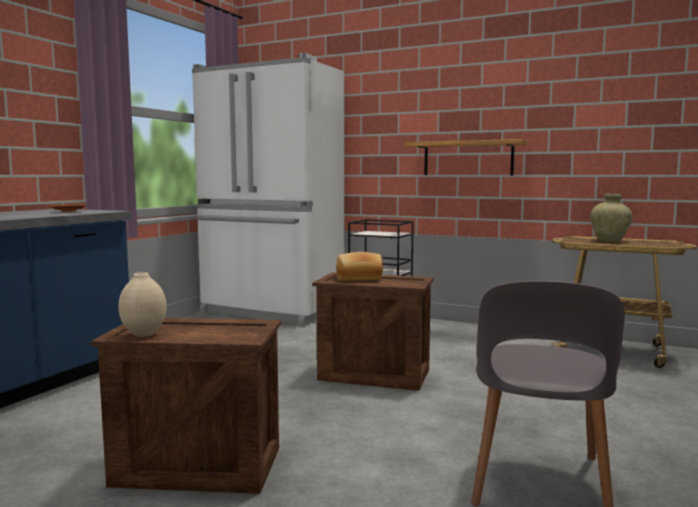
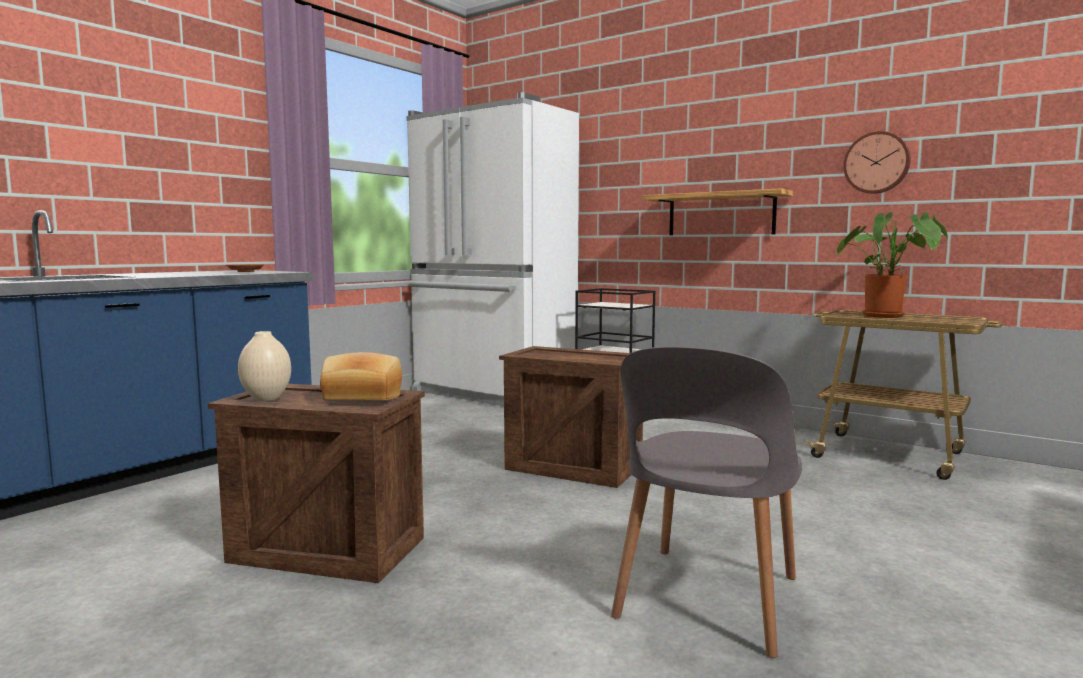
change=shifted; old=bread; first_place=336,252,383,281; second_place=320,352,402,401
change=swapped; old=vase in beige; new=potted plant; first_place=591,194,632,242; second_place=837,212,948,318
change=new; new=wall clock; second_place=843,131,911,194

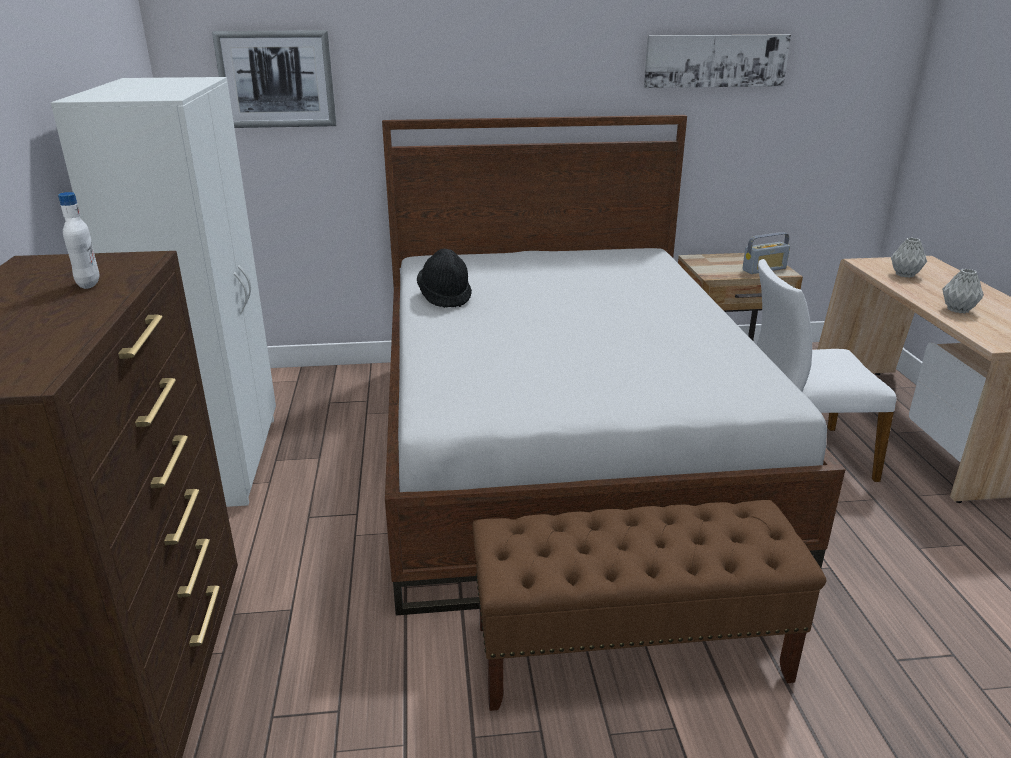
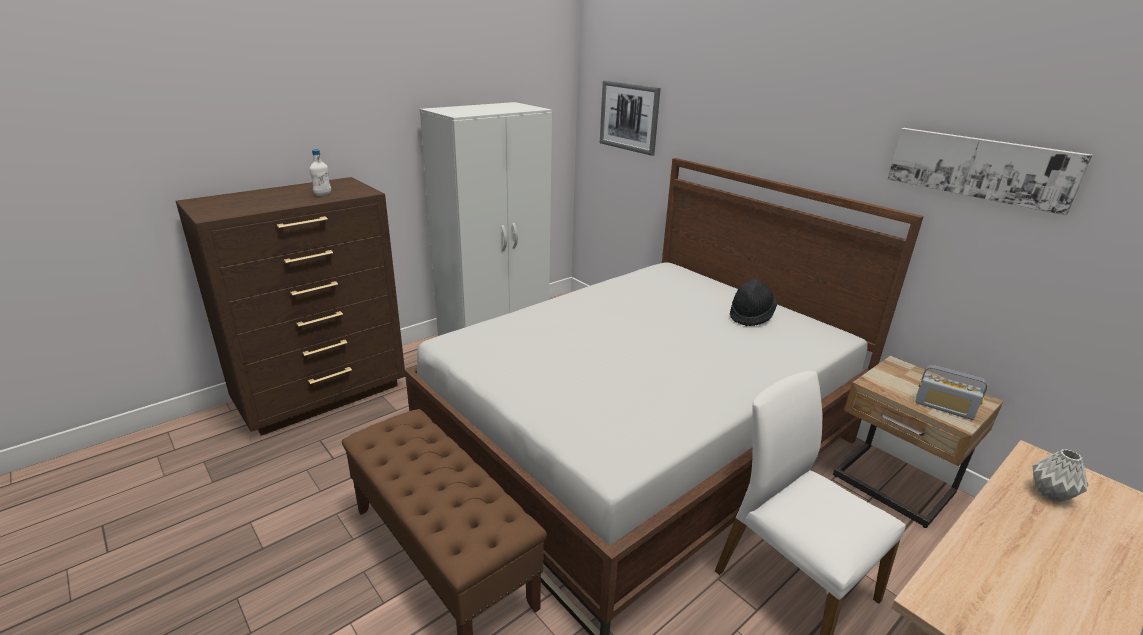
change=shifted; old=hat in black; first_place=417,249,472,308; second_place=730,278,777,326
change=gone; old=vase in grey; first_place=942,269,984,313

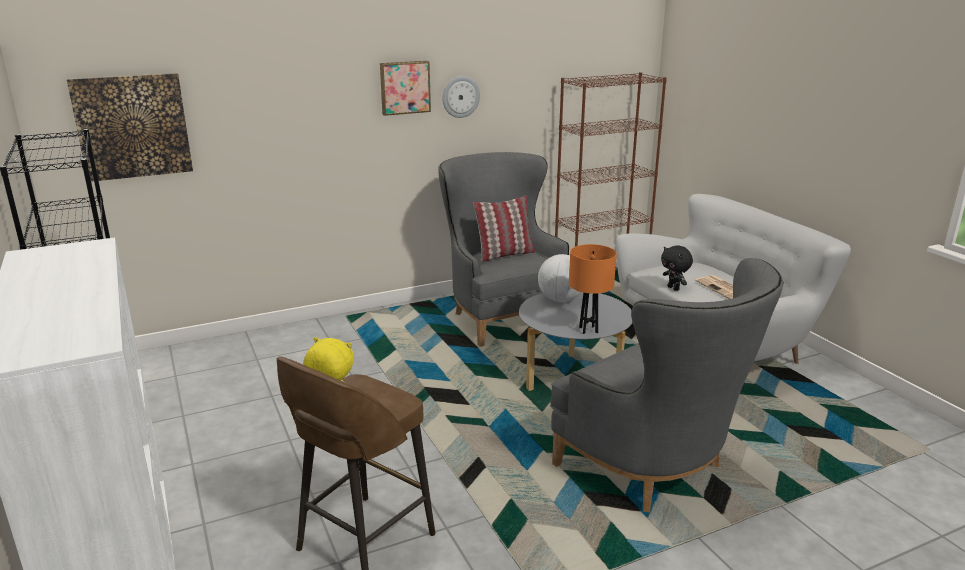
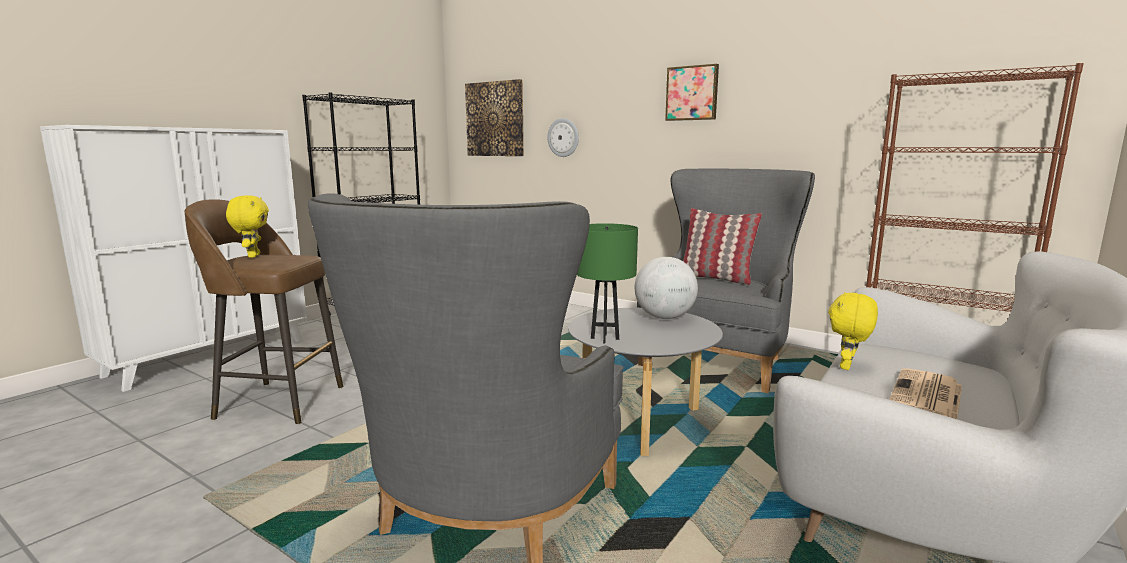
change=shifted; old=wall clock; first_place=442,76,480,118; second_place=547,118,579,157
change=repainted; old=table lamp in orange; new=table lamp in green; first_place=569,244,617,334; second_place=577,223,638,344
change=repainted; old=plush toy in black; new=plush toy in yellow; first_place=661,245,693,291; second_place=828,292,878,370

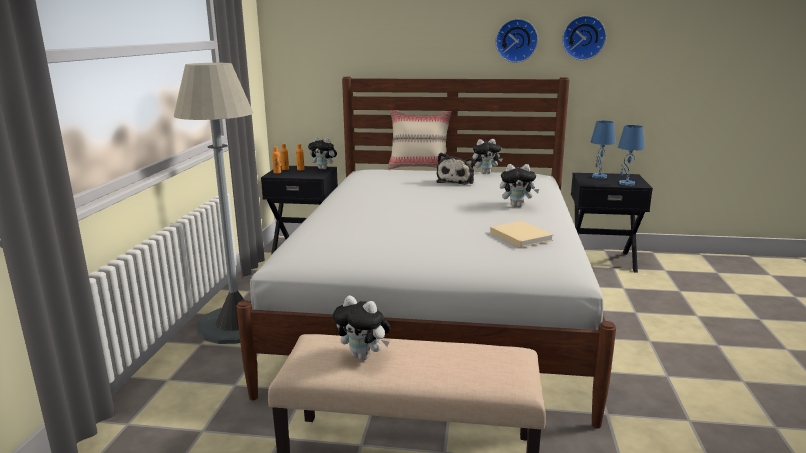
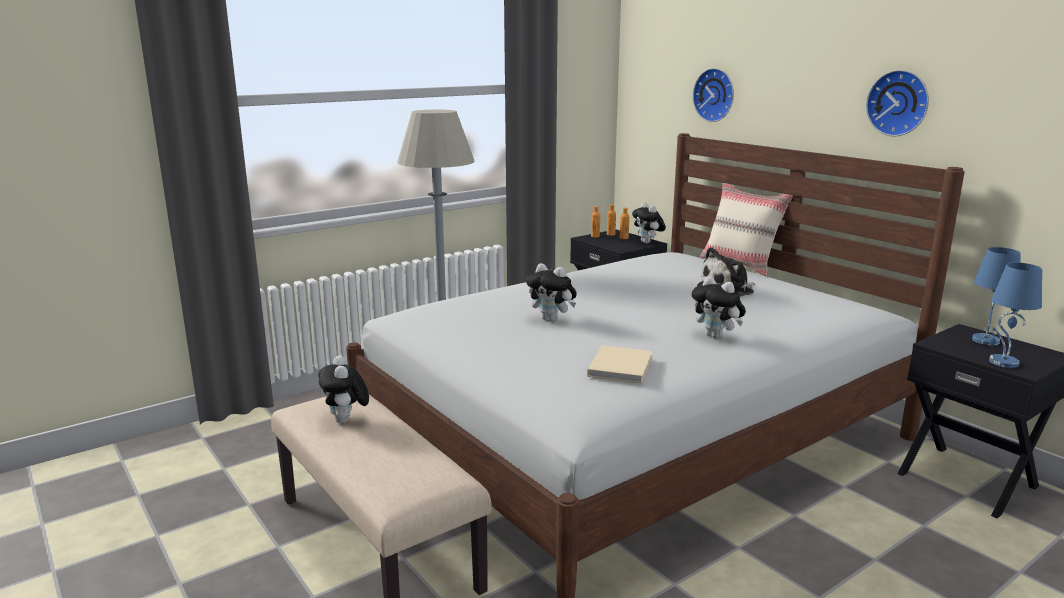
change=shifted; old=plush toy; first_place=472,139,503,174; second_place=526,263,577,322
change=shifted; old=wall clock; first_place=562,16,606,60; second_place=693,68,734,122

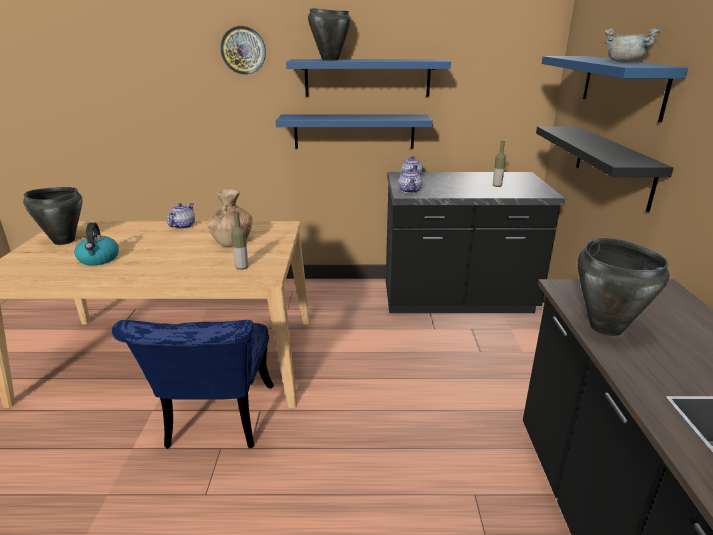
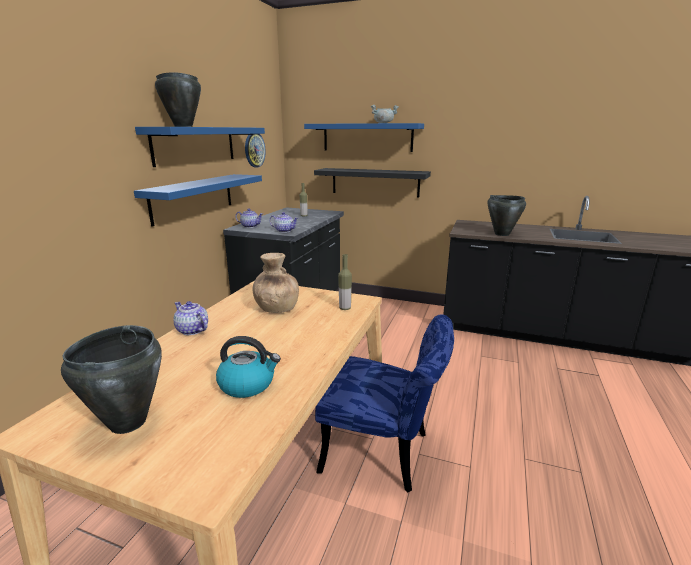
change=shifted; old=wall clock; first_place=220,26,266,75; second_place=245,134,266,168

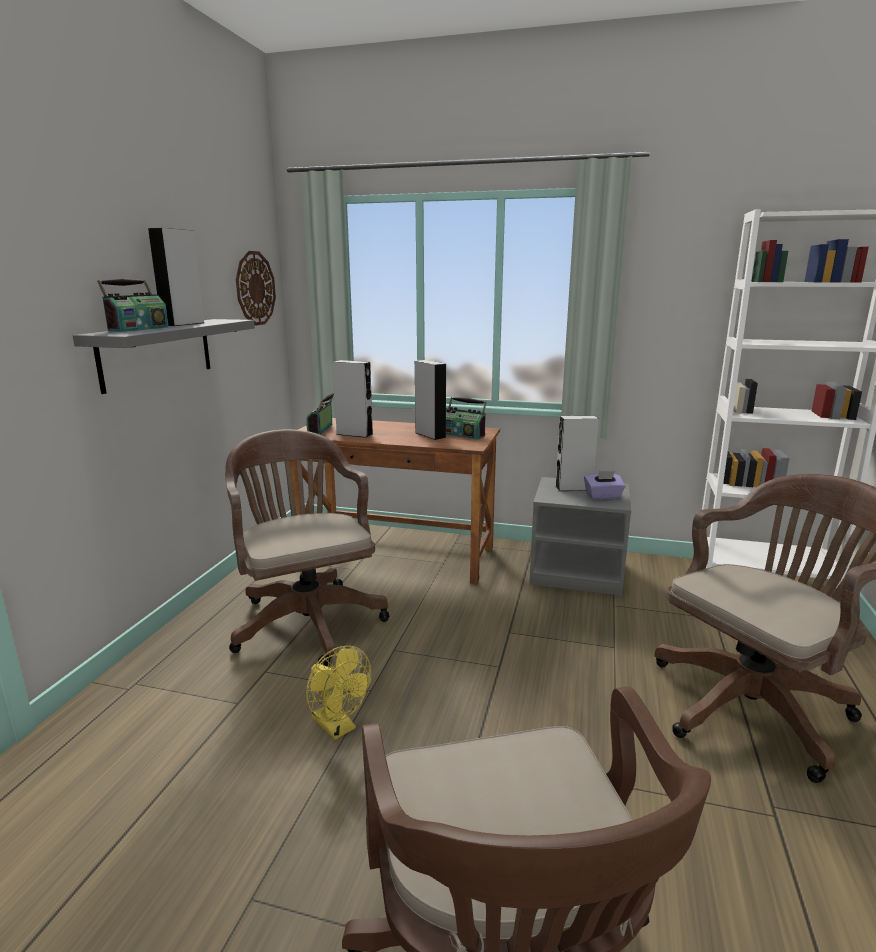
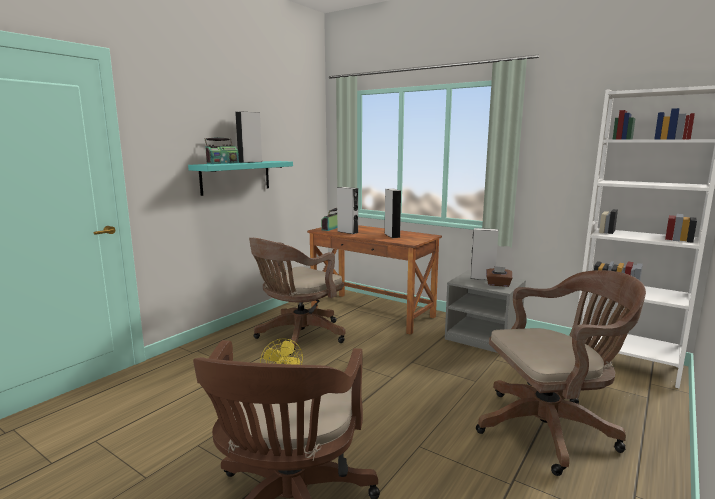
change=repainted; old=shelf in grey; new=shelf in turquoise; first_place=73,319,255,394; second_place=188,161,293,196
change=rotated; old=office chair in brown; first_place=225,429,389,666; second_place=249,238,346,355; degrees=-135
change=repainted; old=tissue box in purple; new=tissue box in brown; first_place=584,471,626,500; second_place=486,266,513,287
change=gone; old=wall clock; first_place=236,251,276,326
change=gone; old=radio; first_place=446,397,487,440

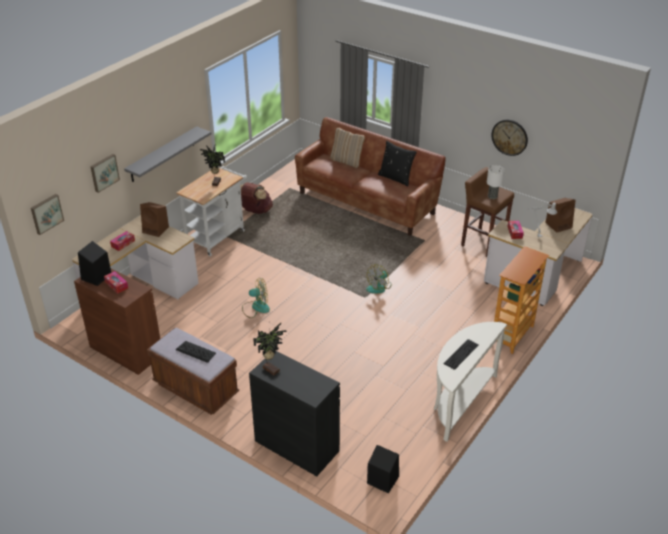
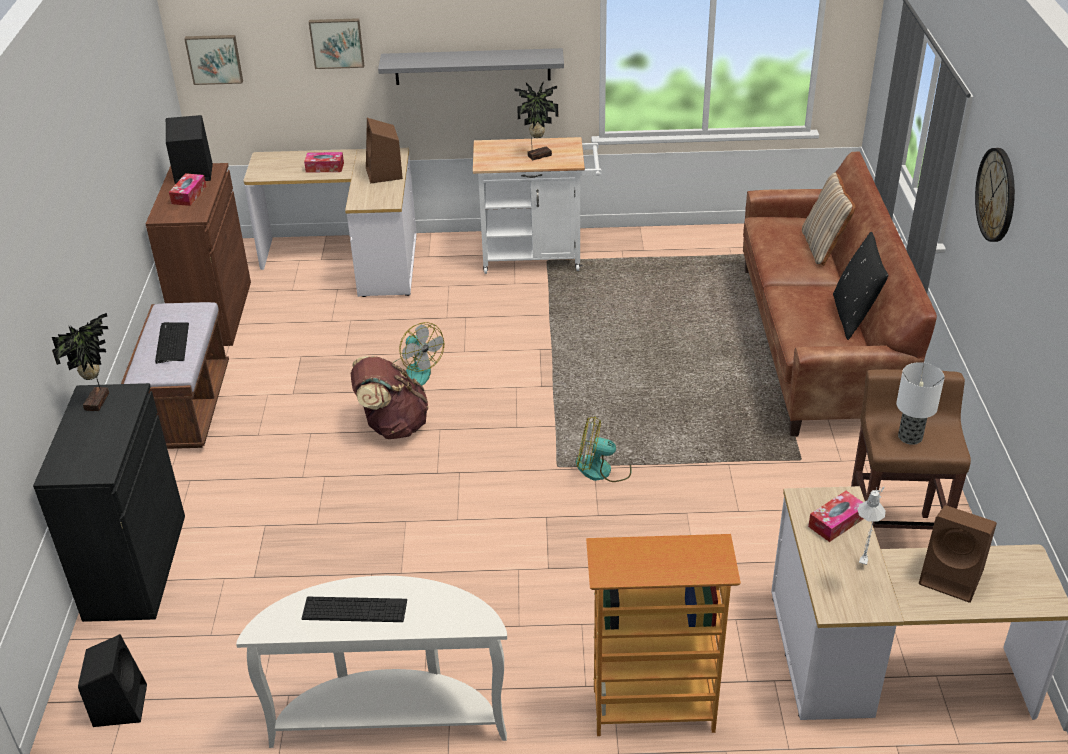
change=shifted; old=backpack in brown; first_place=240,182,273,214; second_place=351,356,429,439
change=shifted; old=wall clock; first_place=492,120,528,156; second_place=975,148,1015,242

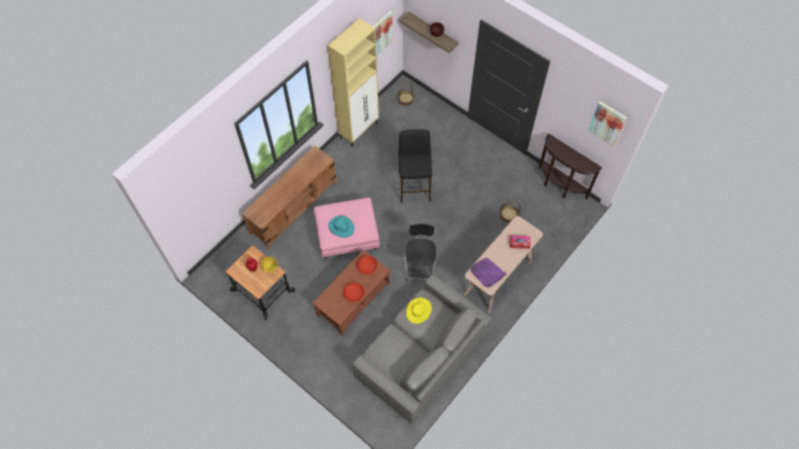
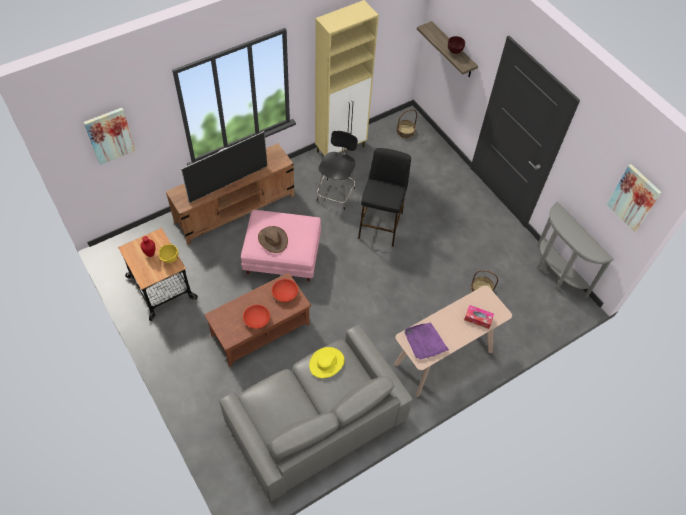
change=shifted; old=picture; first_place=373,11,393,55; second_place=84,108,136,165
change=new; new=television; second_place=181,131,267,203
change=repainted; old=hat in turquoise; new=hat in brown; first_place=328,216,354,238; second_place=258,226,288,253
change=shifted; old=stool in black; first_place=405,224,436,282; second_place=317,131,358,210
change=repainted; old=console table in brown; new=console table in grey; first_place=539,134,602,199; second_place=537,202,614,299

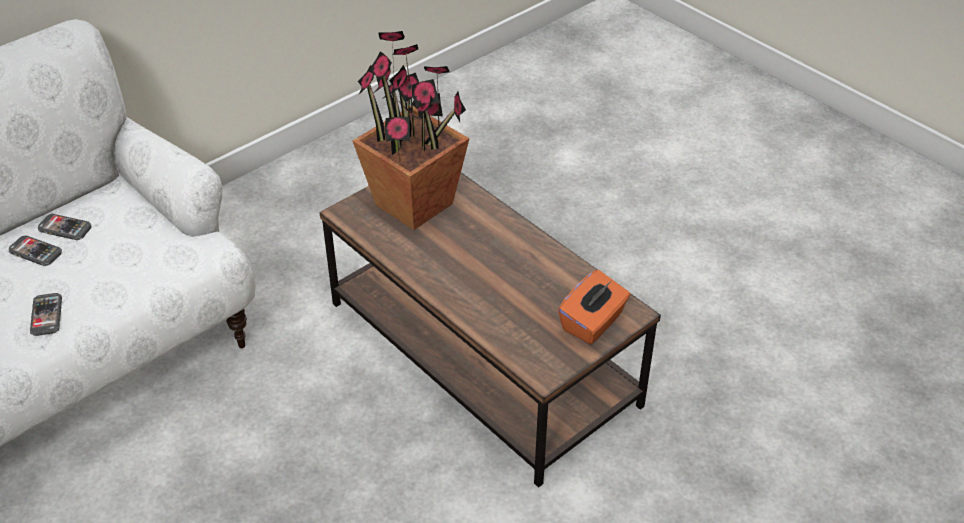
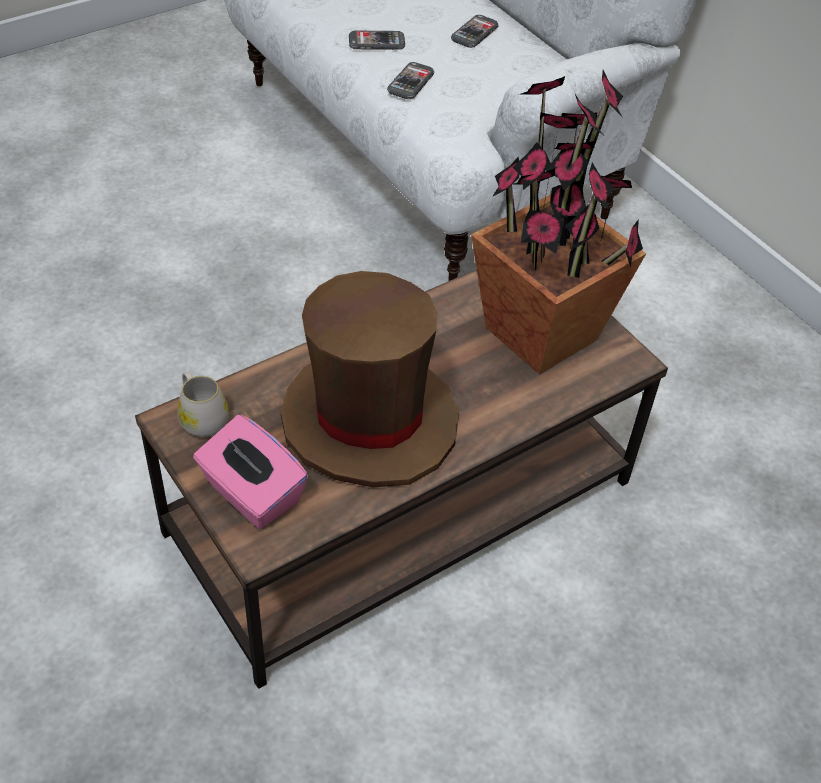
change=new; new=mug in white; second_place=178,372,229,437
change=repainted; old=tissue box in orange; new=tissue box in pink; first_place=558,270,630,344; second_place=193,415,308,529
change=new; new=hat in brown; second_place=281,271,459,487
change=shifted; old=phone; first_place=38,214,91,240; second_place=387,62,434,99

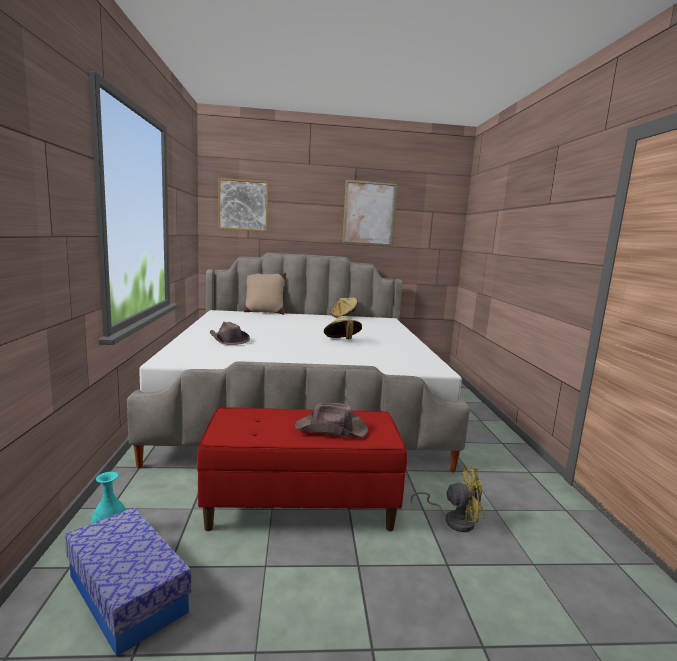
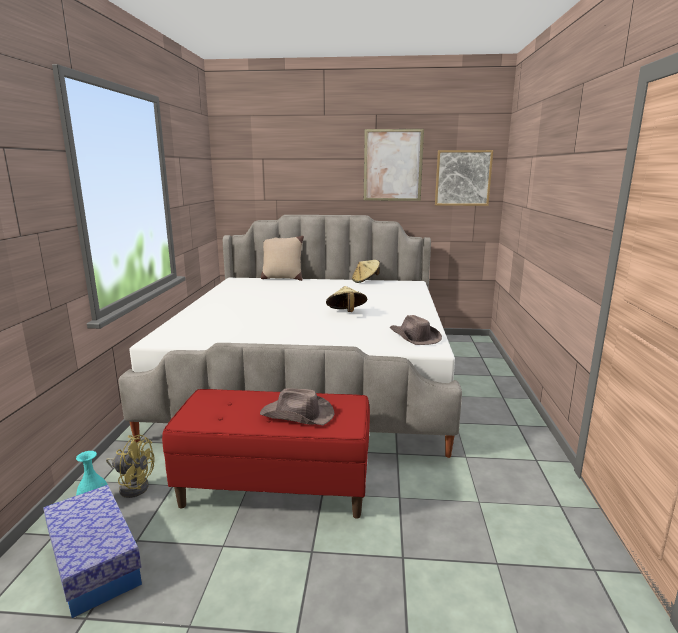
change=shifted; old=fan in yellow; first_place=411,465,485,532; second_place=106,435,155,498
change=shifted; old=hat in brown; first_place=210,322,250,345; second_place=390,315,442,345
change=shifted; old=picture; first_place=218,178,269,232; second_place=435,150,493,206

